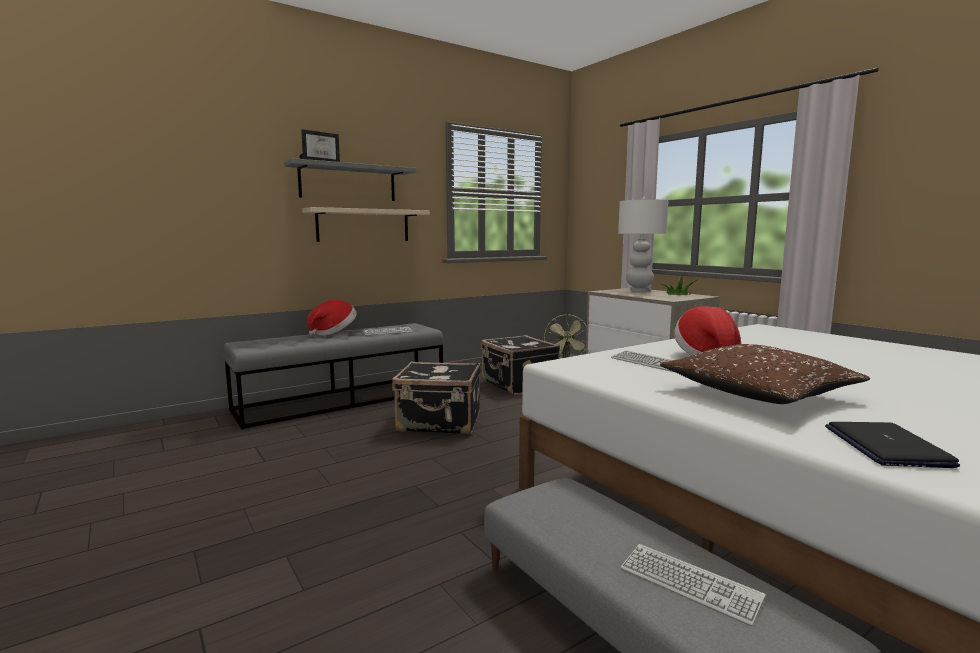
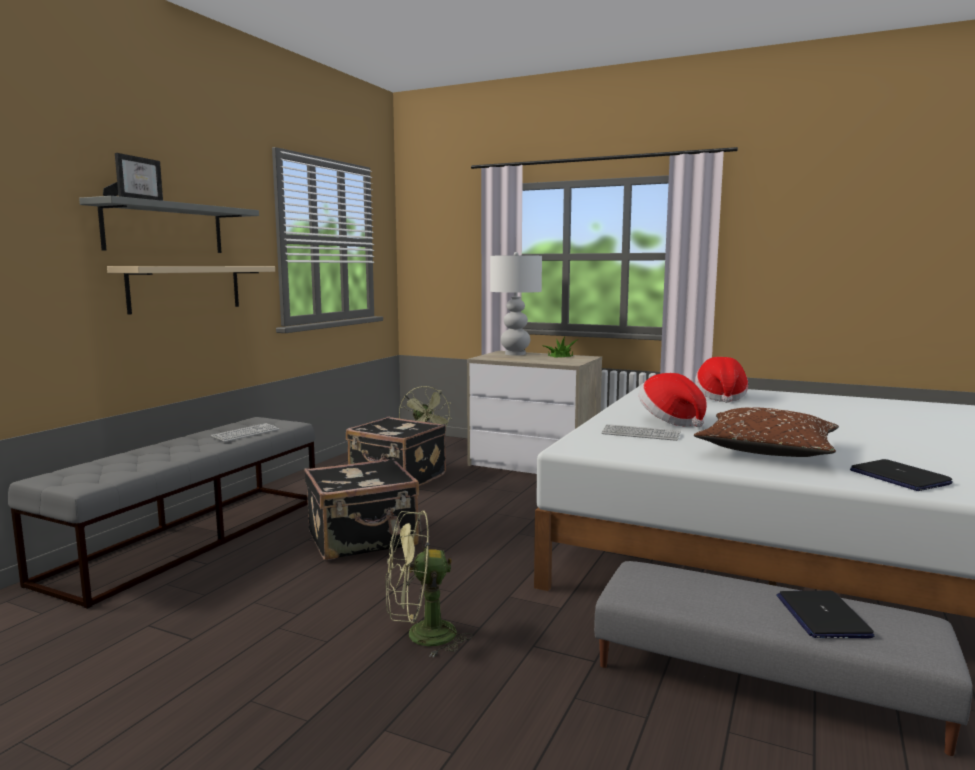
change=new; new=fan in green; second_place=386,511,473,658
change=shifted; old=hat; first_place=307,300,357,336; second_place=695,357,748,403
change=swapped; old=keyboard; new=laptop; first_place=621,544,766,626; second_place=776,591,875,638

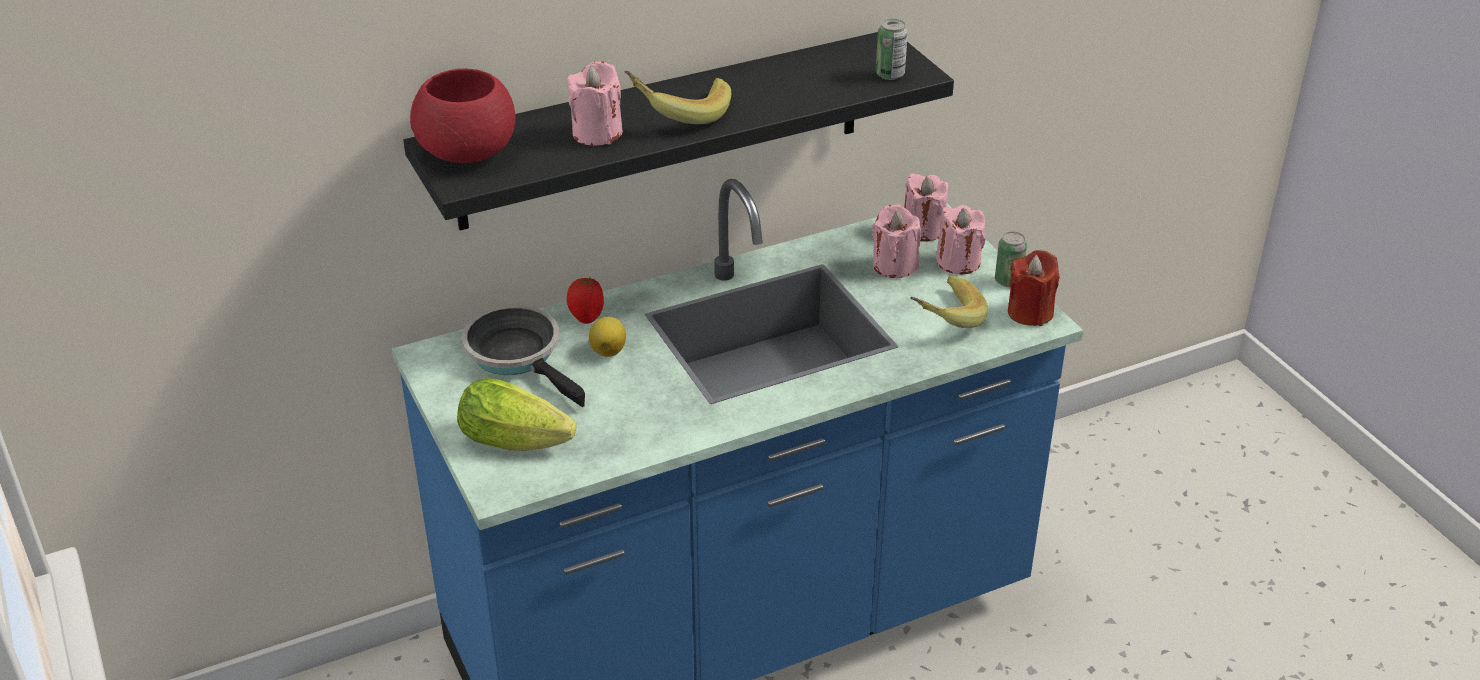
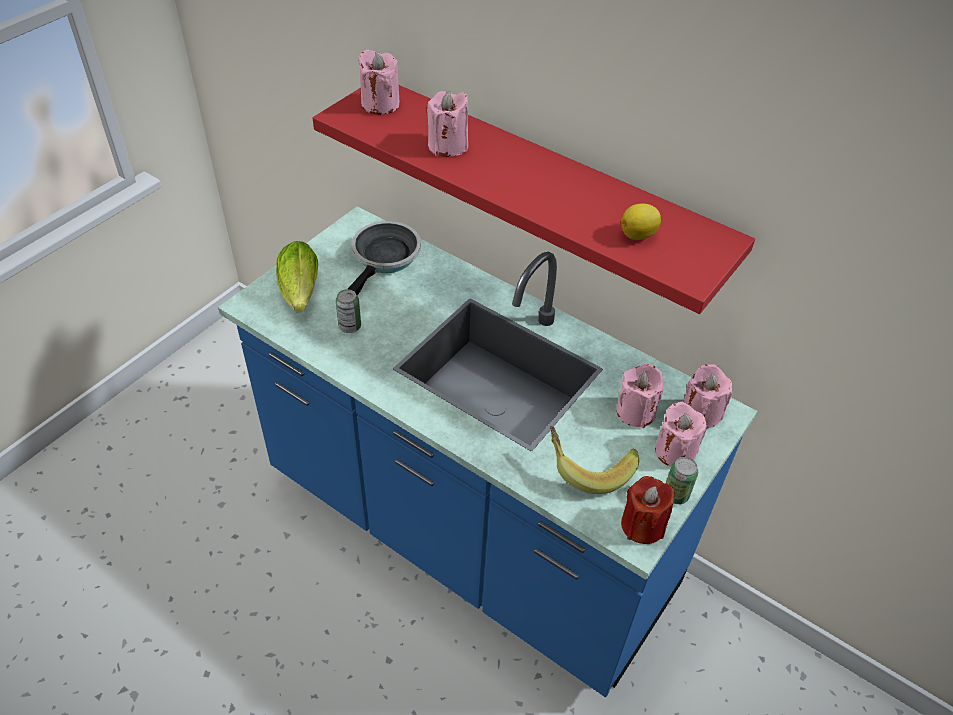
change=repainted; old=shelf in black; new=shelf in red; first_place=403,32,954,230; second_place=313,85,755,314
change=shifted; old=can; first_place=876,19,908,80; second_place=336,289,361,333
change=swapped; old=bowl in red; new=candle in pink; first_place=410,68,516,163; second_place=358,49,400,115
change=shifted; old=lemon; first_place=589,317,626,357; second_place=621,204,661,240
change=gone; old=tomato; first_place=567,277,604,324
change=gone; old=banana; first_place=624,71,731,124

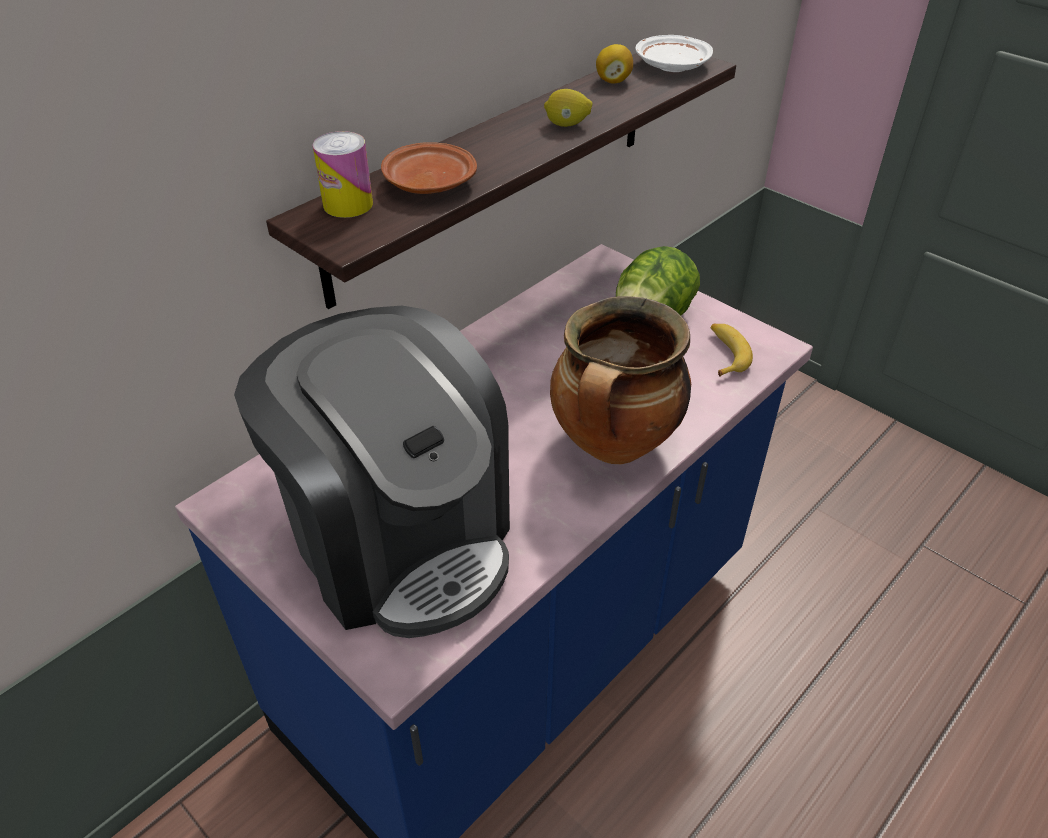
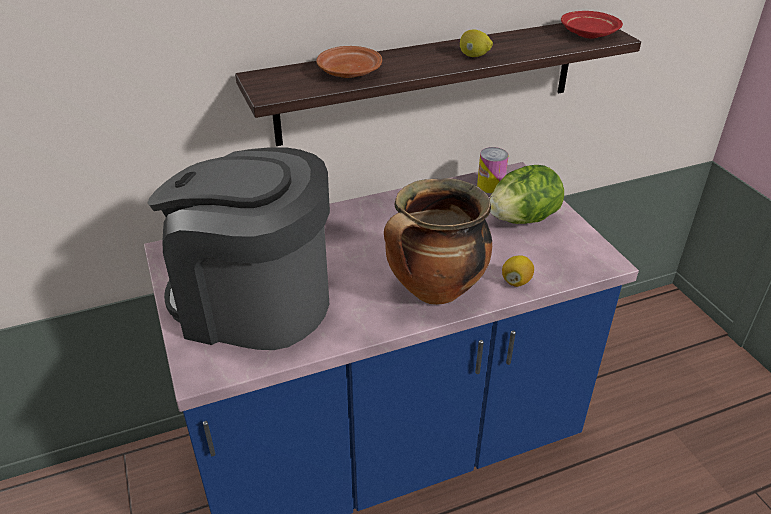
change=rotated; old=coffee machine; first_place=234,306,510,638; second_place=147,147,330,350; degrees=120
change=shifted; old=can; first_place=313,131,373,218; second_place=477,147,509,193
change=shifted; old=lemon; first_place=596,44,633,84; second_place=502,256,534,287
change=repainted; old=plate in white; new=plate in red; first_place=635,35,713,72; second_place=561,11,623,38
change=gone; old=banana; first_place=711,324,753,376

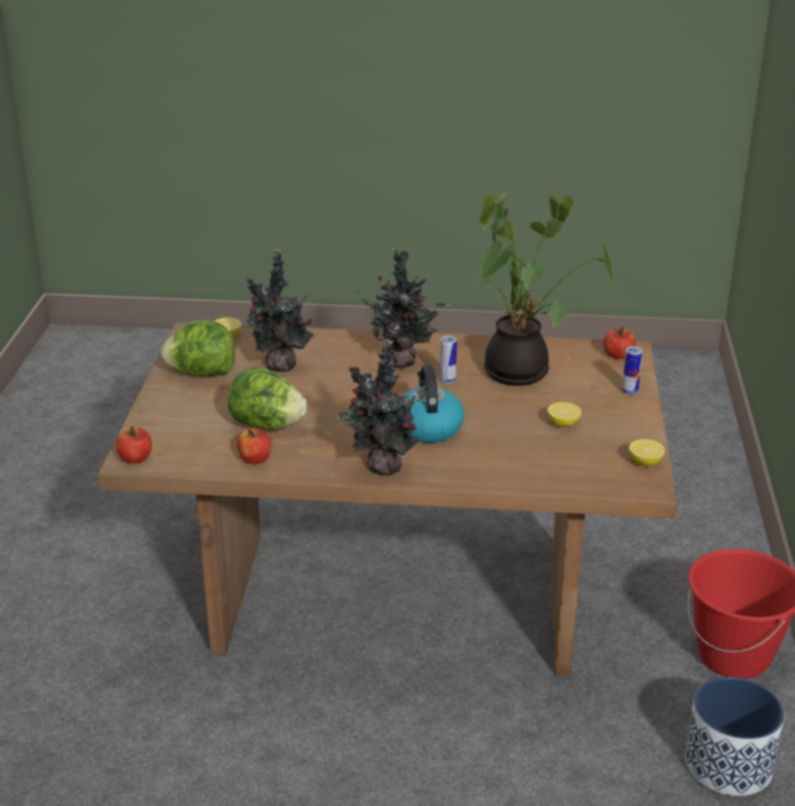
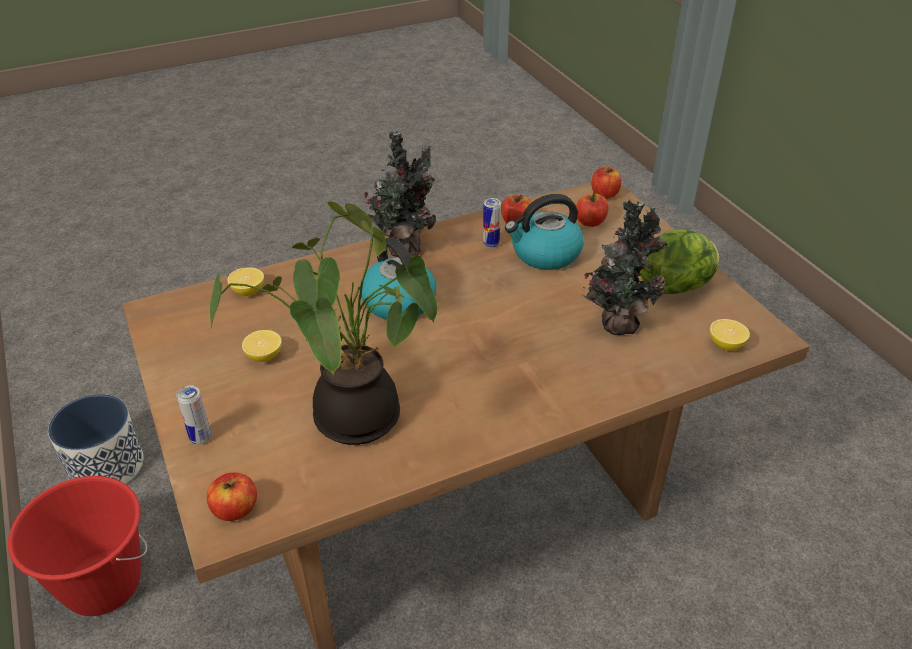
change=shifted; old=lemon; first_place=629,439,665,466; second_place=227,267,264,296
change=shifted; old=can; first_place=440,335,457,384; second_place=483,198,501,248
change=swapped; old=lettuce; new=kettle; first_place=228,368,307,430; second_place=505,194,584,270
change=new; new=apple; second_place=576,193,608,227
change=gone; old=potted plant; first_place=357,249,450,368

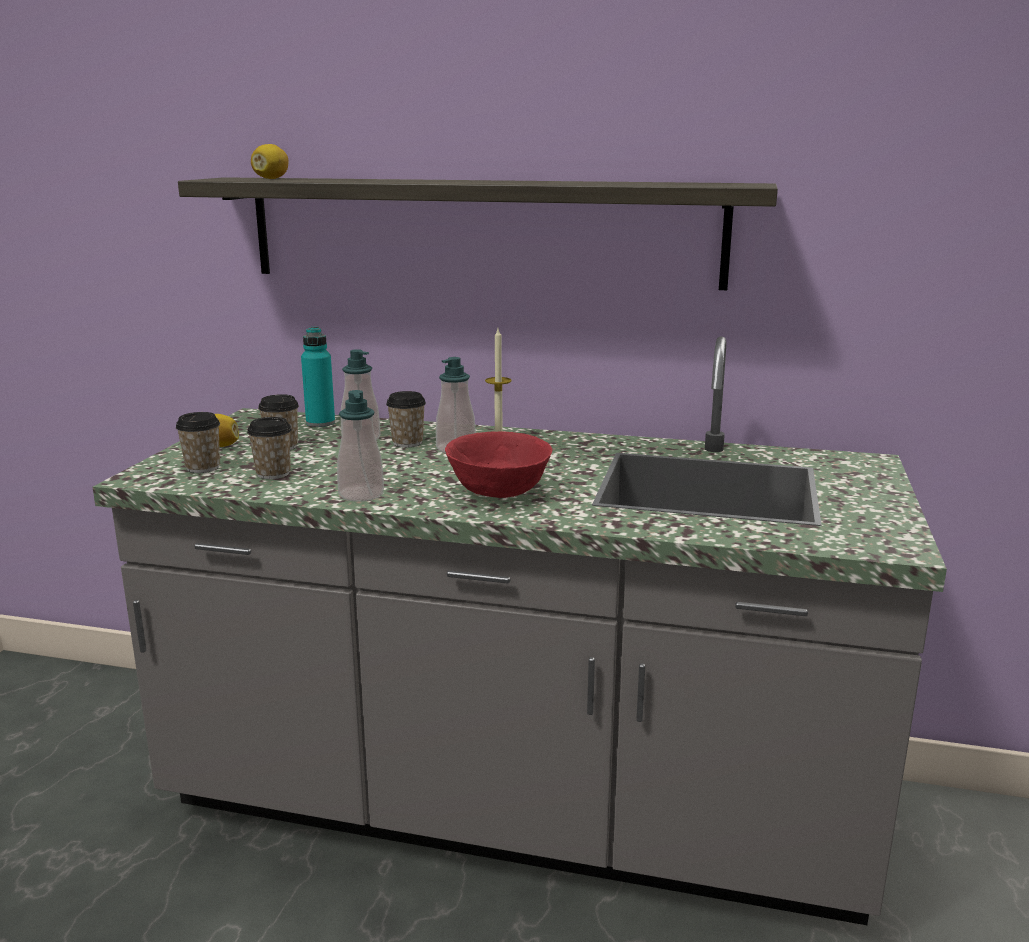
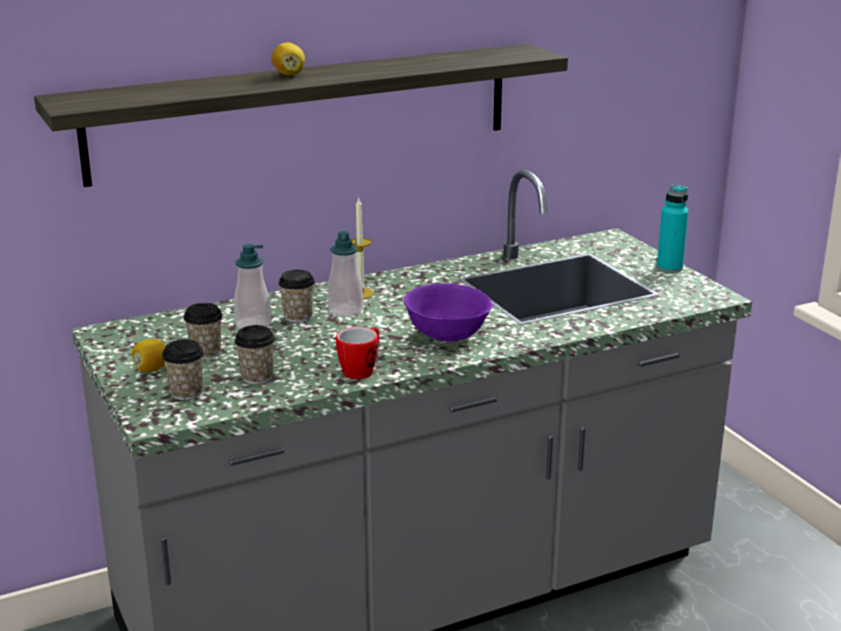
change=shifted; old=lemon; first_place=251,144,288,179; second_place=272,42,305,75
change=swapped; old=soap dispenser; new=mug; first_place=337,390,384,502; second_place=336,327,379,379
change=repainted; old=bowl in red; new=bowl in purple; first_place=445,431,552,498; second_place=404,283,493,341
change=shifted; old=bottle in turquoise; first_place=301,327,335,427; second_place=657,184,688,273

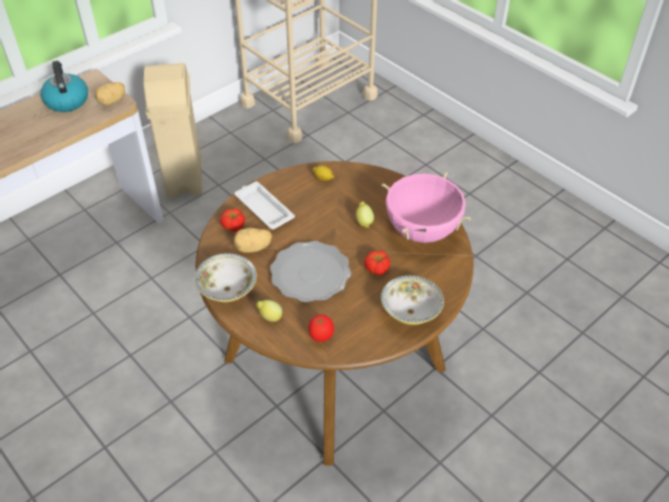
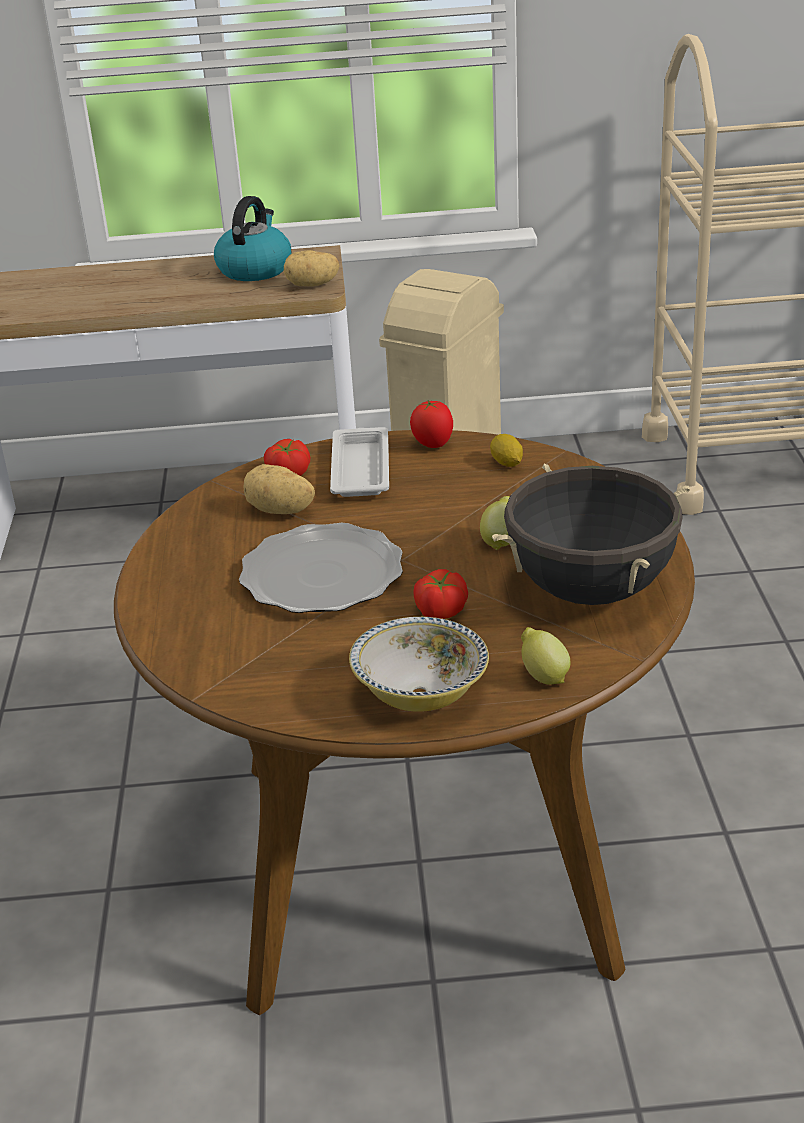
change=shifted; old=tomato; first_place=308,315,334,342; second_place=410,400,453,448
change=repainted; old=cooking pot in pink; new=cooking pot in black; first_place=382,172,472,243; second_place=492,464,690,605
change=shifted; old=lemon; first_place=256,300,282,322; second_place=521,627,570,685
change=gone; old=bowl; first_place=195,253,257,302

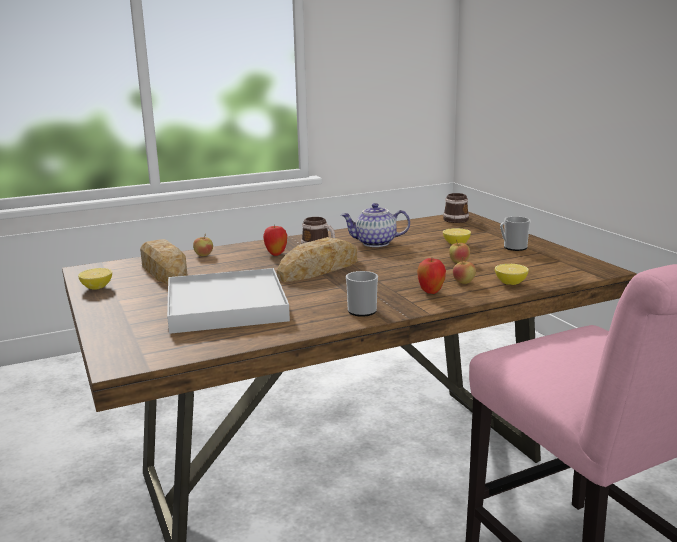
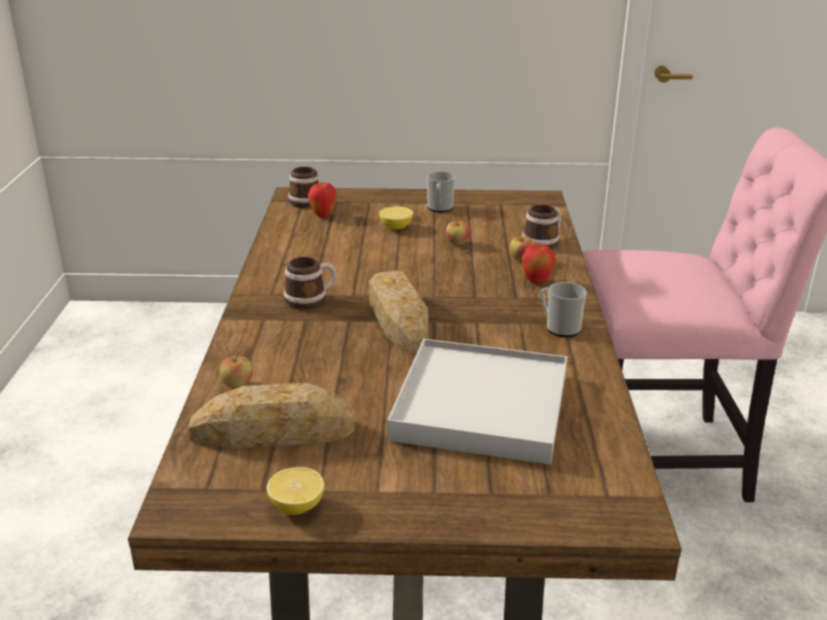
change=shifted; old=apple; first_place=263,225,287,256; second_place=308,183,337,217
change=swapped; old=lemon; new=mug; first_place=495,264,529,285; second_place=522,205,561,249
change=gone; old=teapot; first_place=341,203,410,247

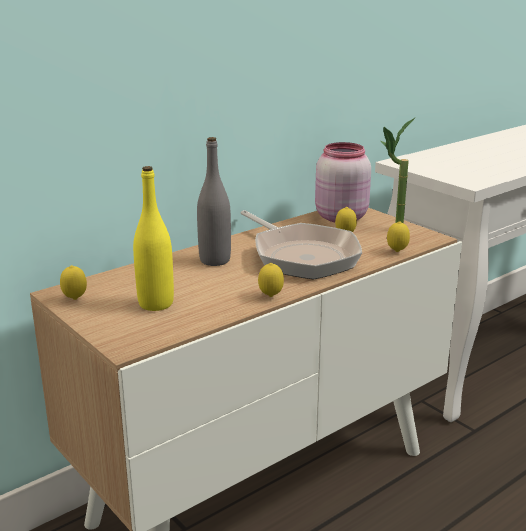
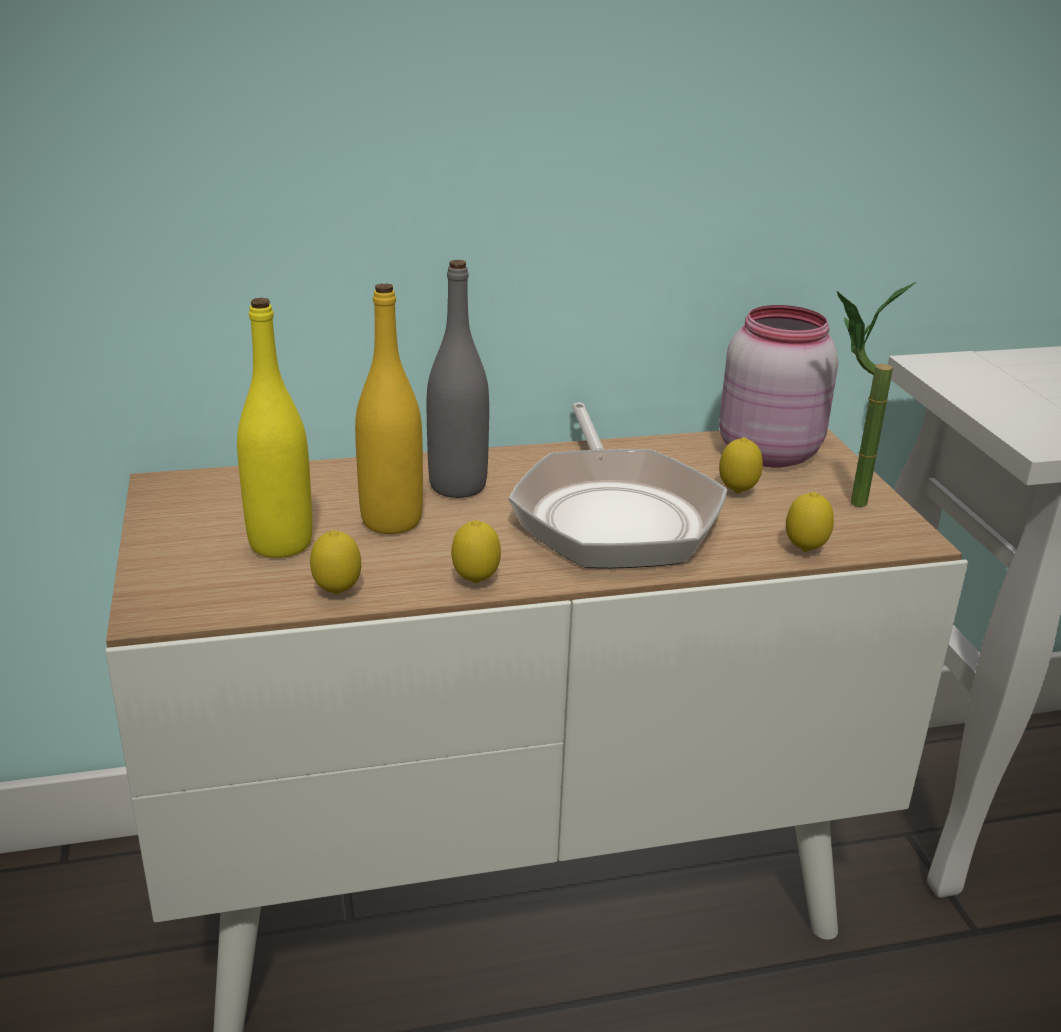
change=shifted; old=lemon; first_place=60,265,87,300; second_place=310,530,361,594
change=new; new=bottle in yellow; second_place=355,283,423,534

